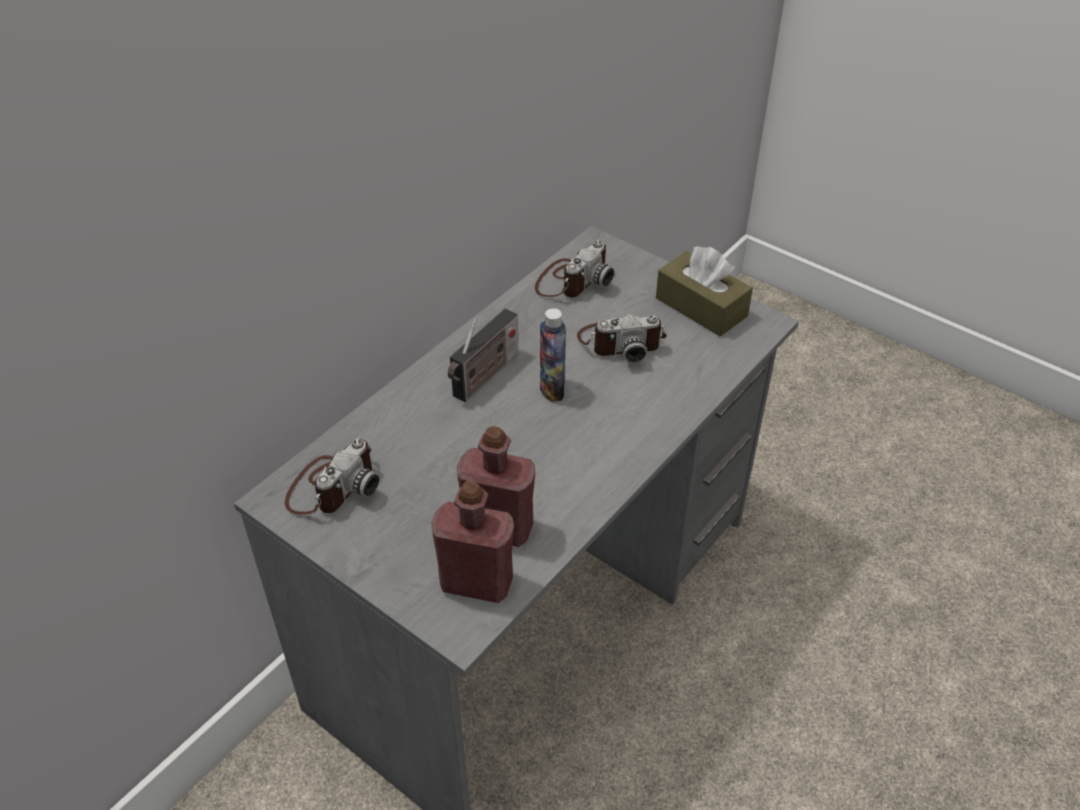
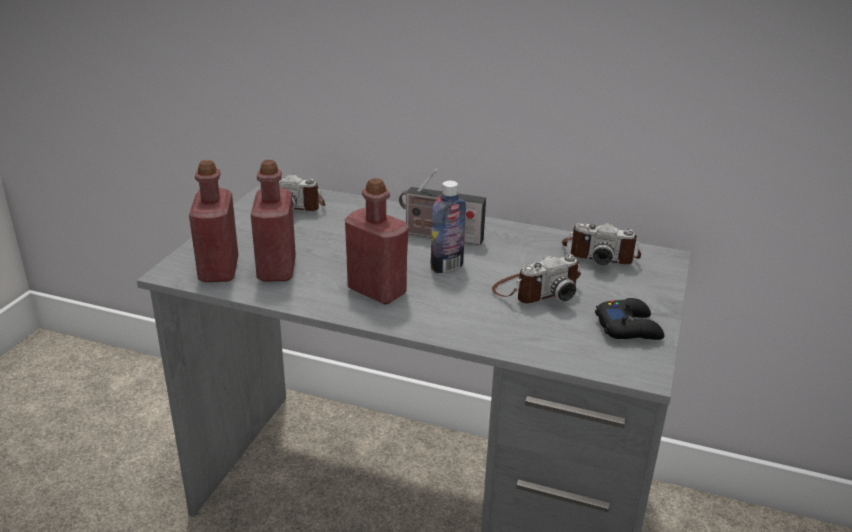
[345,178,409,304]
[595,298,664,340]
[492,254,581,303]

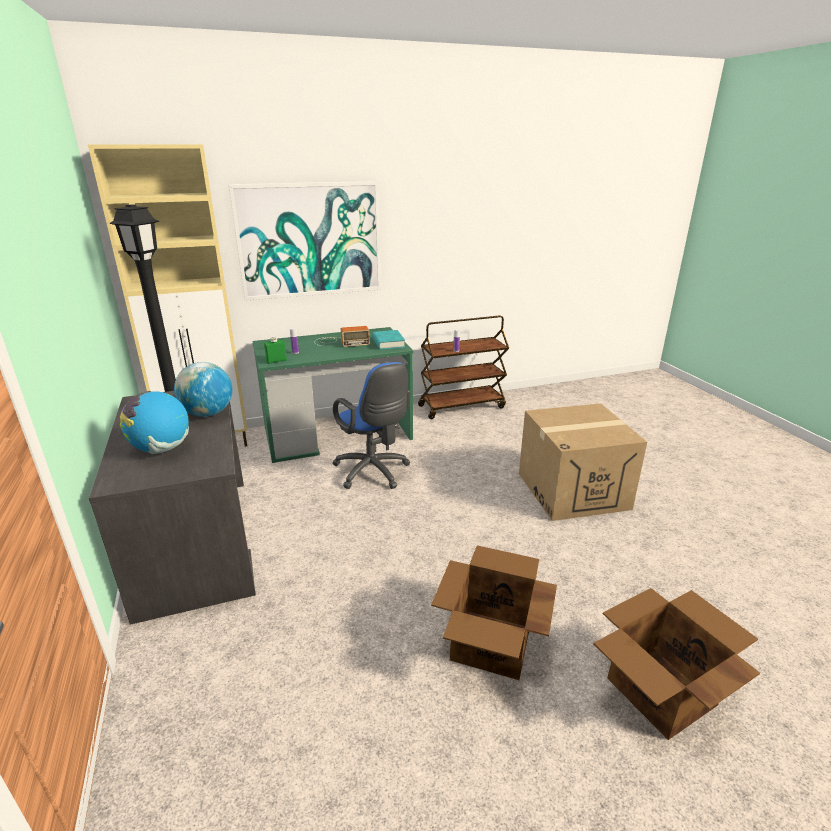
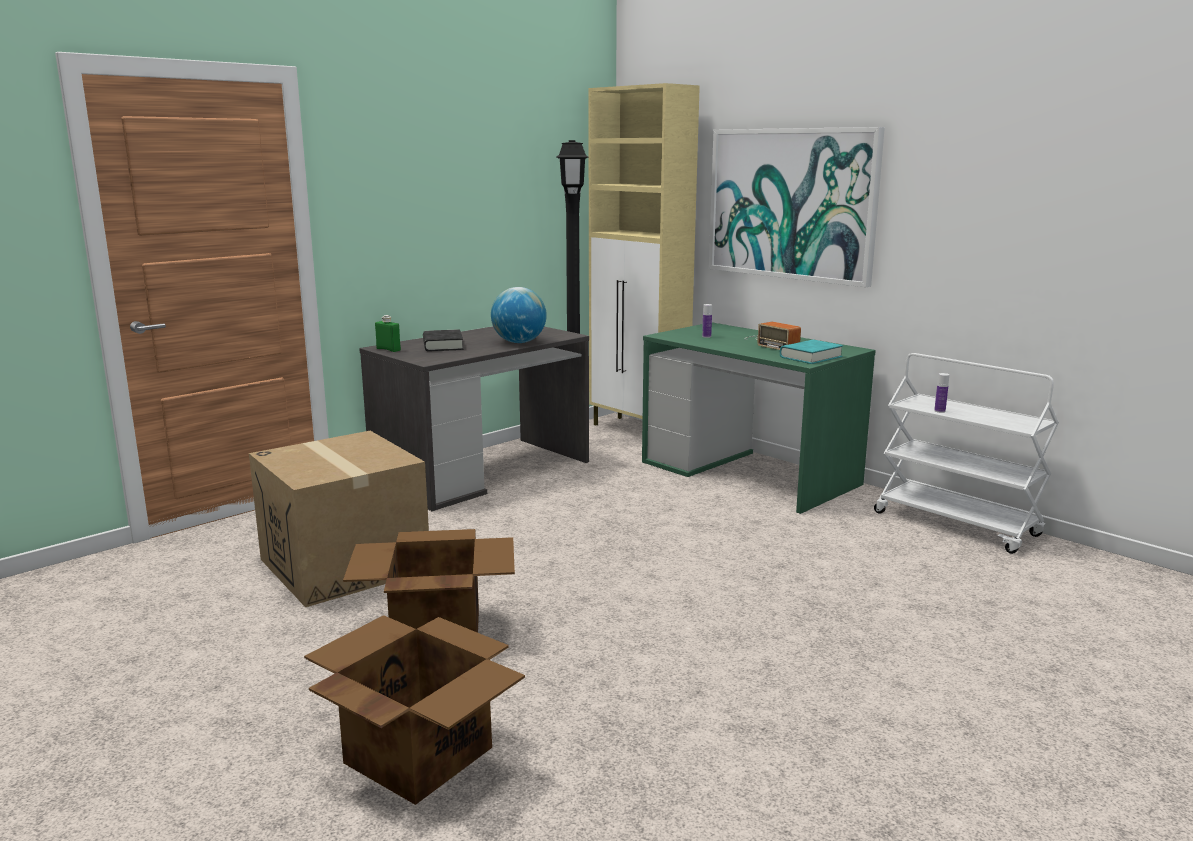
[332,362,411,489] (first image)
[375,315,401,352]
[249,431,429,607]
[423,329,464,351]
[874,353,1059,554]

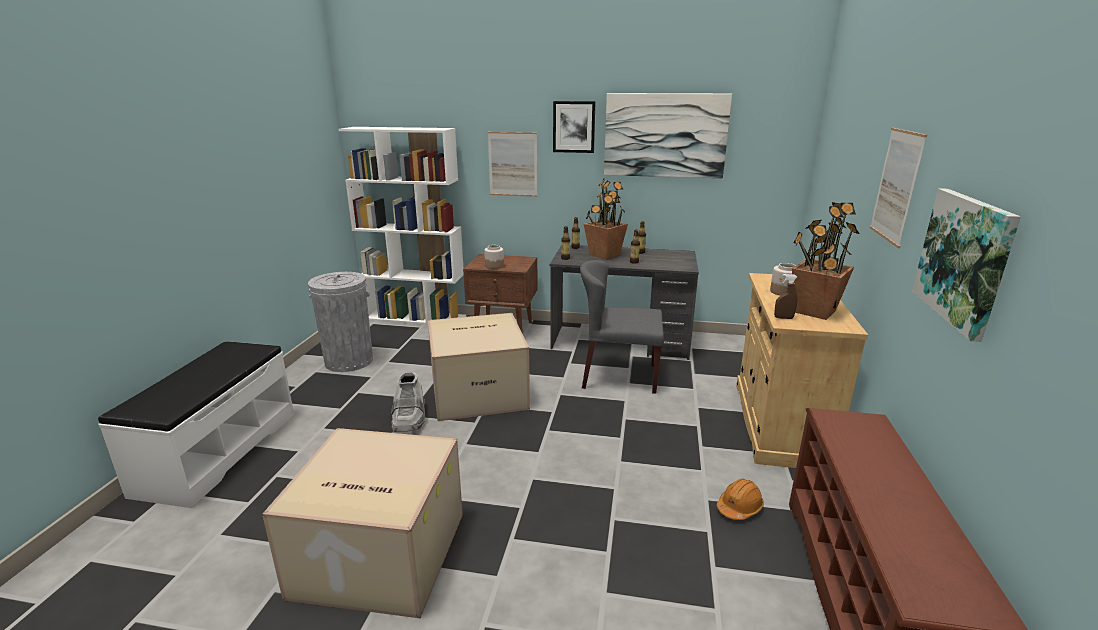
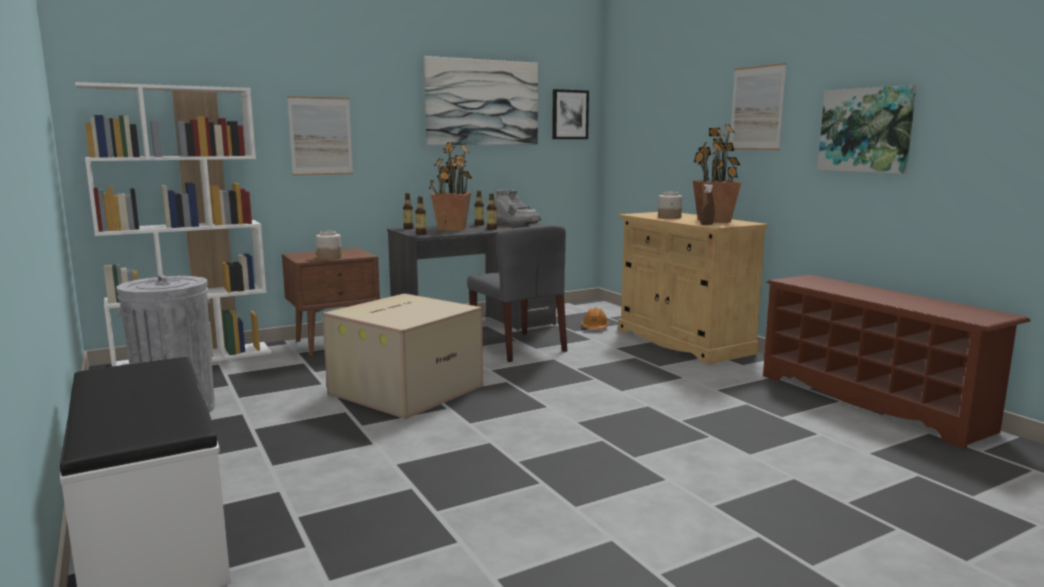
[262,428,463,618] (first image)
[495,190,541,226]
[552,89,589,139]
[582,308,609,329]
[467,225,567,362]

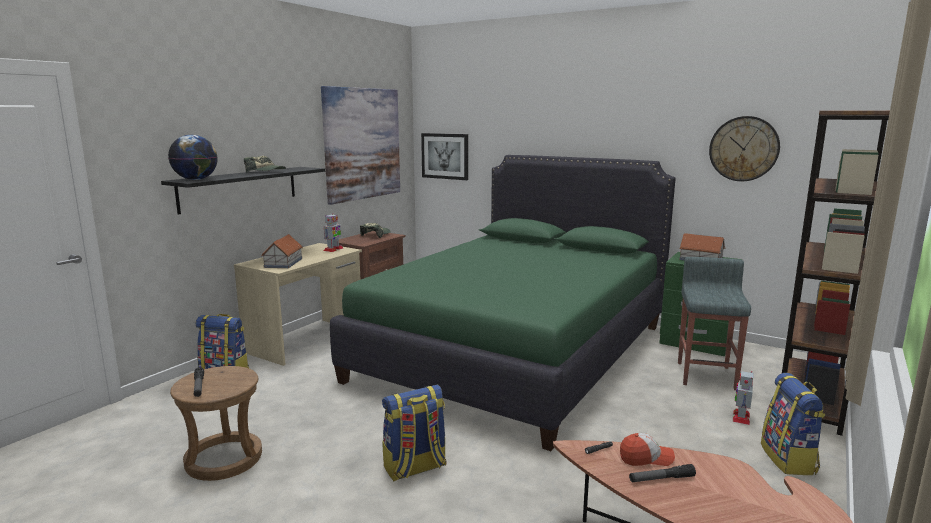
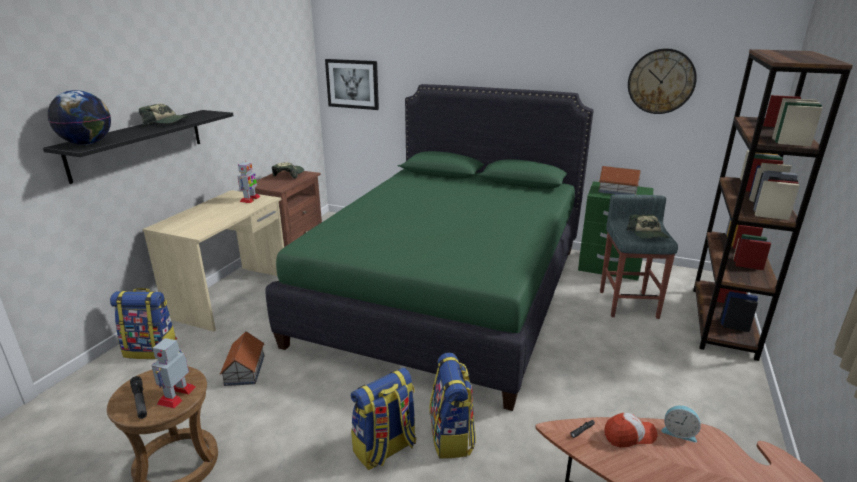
[321,86,400,205] (first image)
[629,464,696,482] (first image)
[626,214,669,239]
[661,405,701,442]
[220,331,265,386]
[152,338,196,408]
[429,353,476,459]

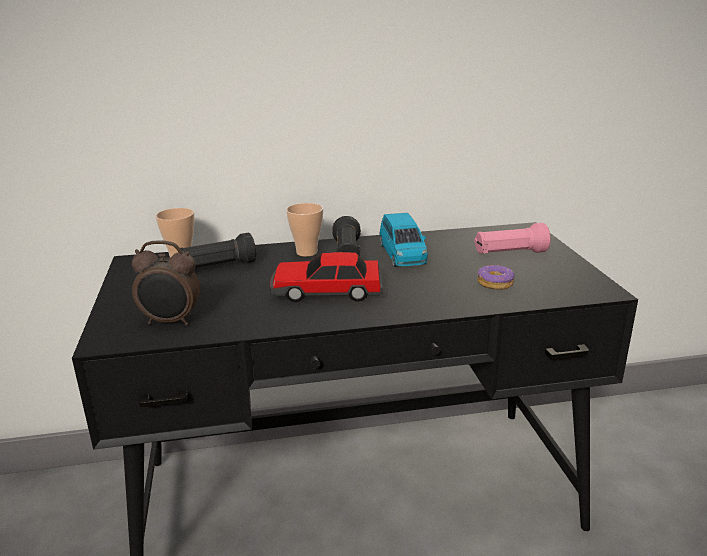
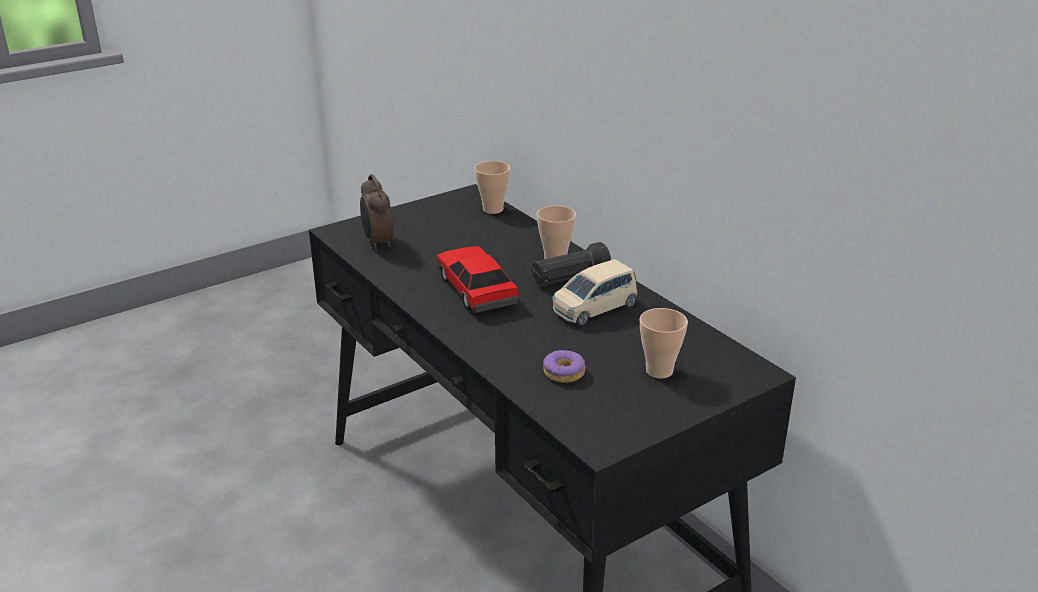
[180,233,256,268] (first image)
[640,308,688,379]
[553,259,637,325]

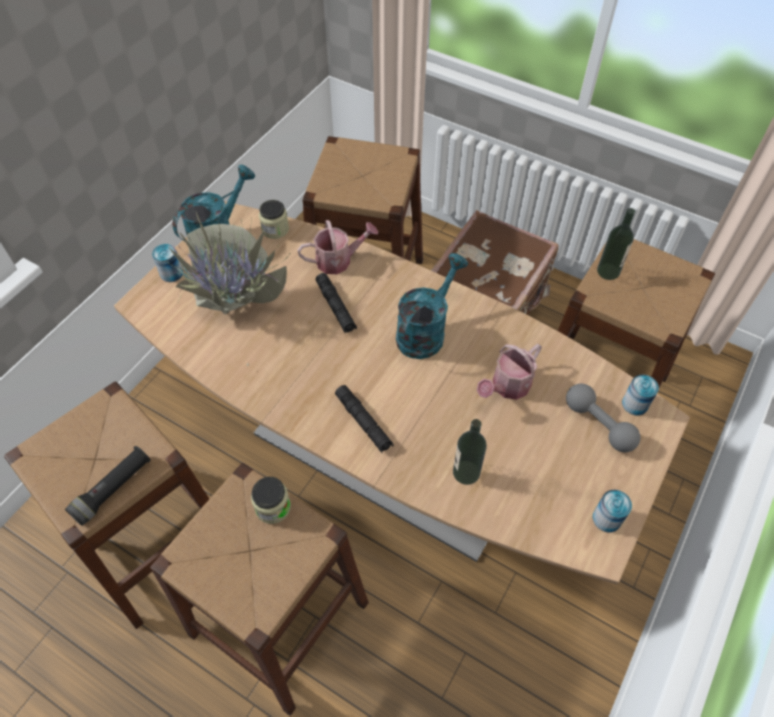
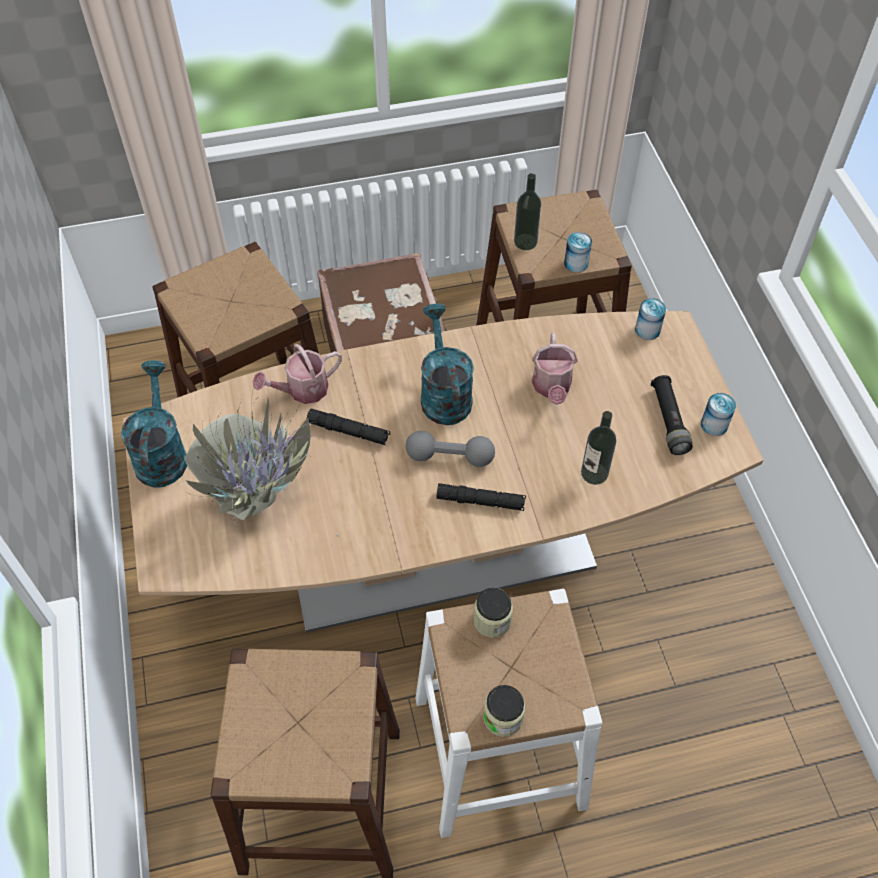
[651,375,693,455]
[564,232,592,273]
[483,685,525,737]
[406,431,495,467]
[415,589,602,838]
[253,344,342,404]

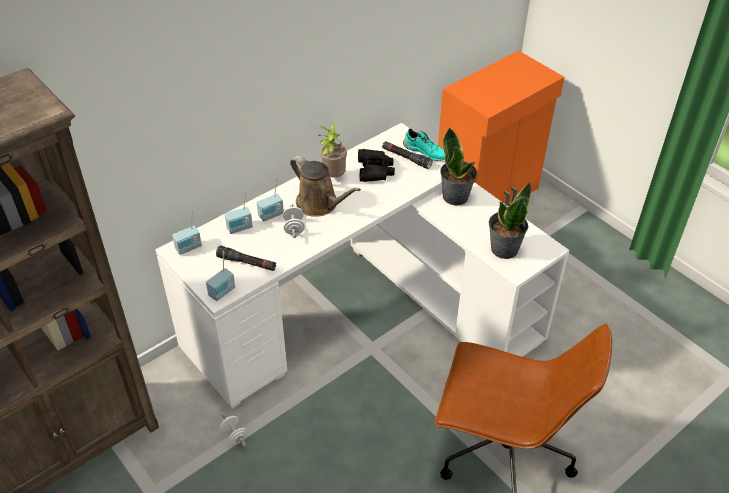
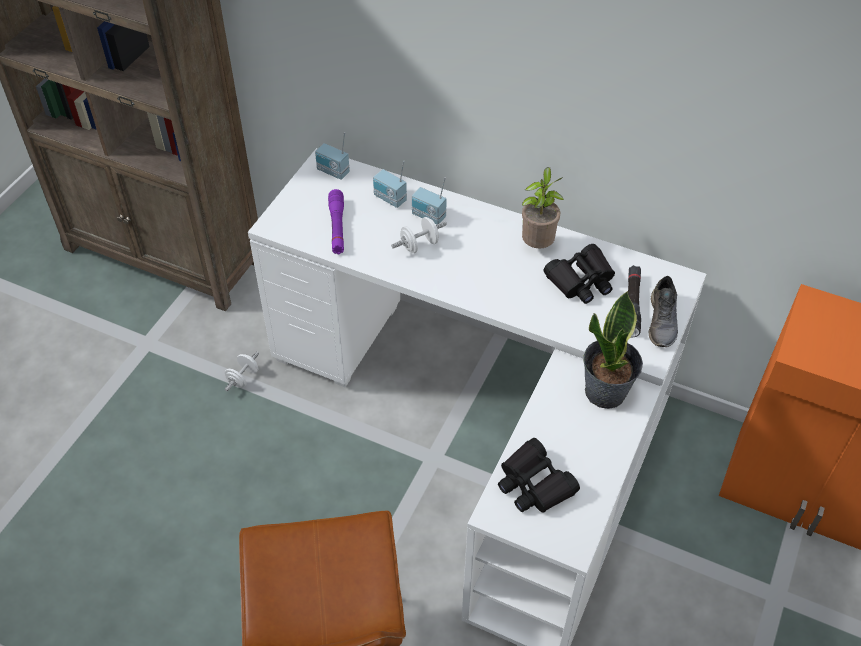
[206,252,235,301] (first image)
[290,156,361,217] (first image)
[498,438,580,513]
[328,189,344,254]
[649,276,678,347]

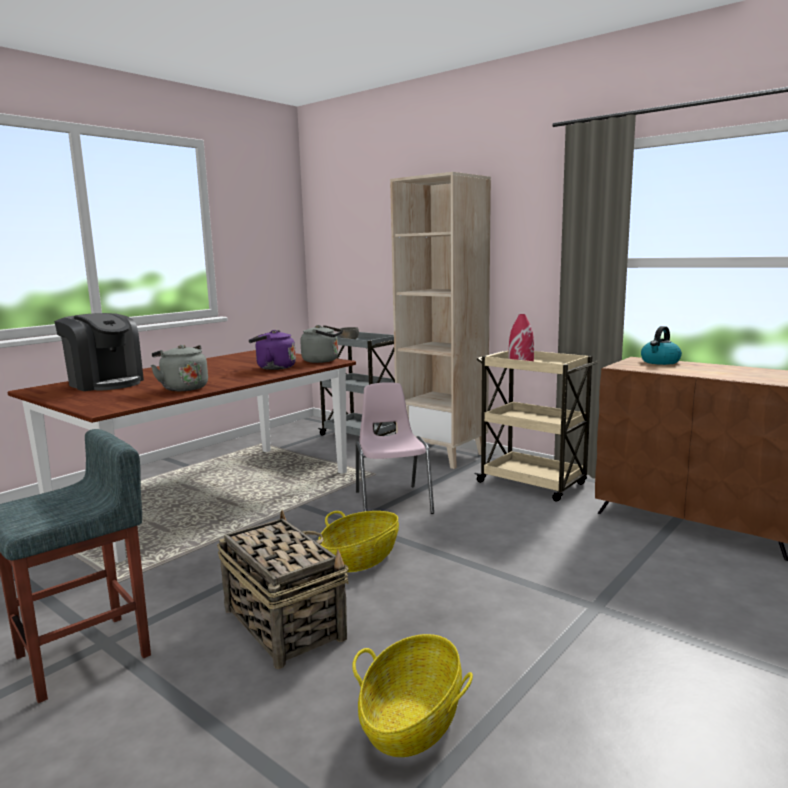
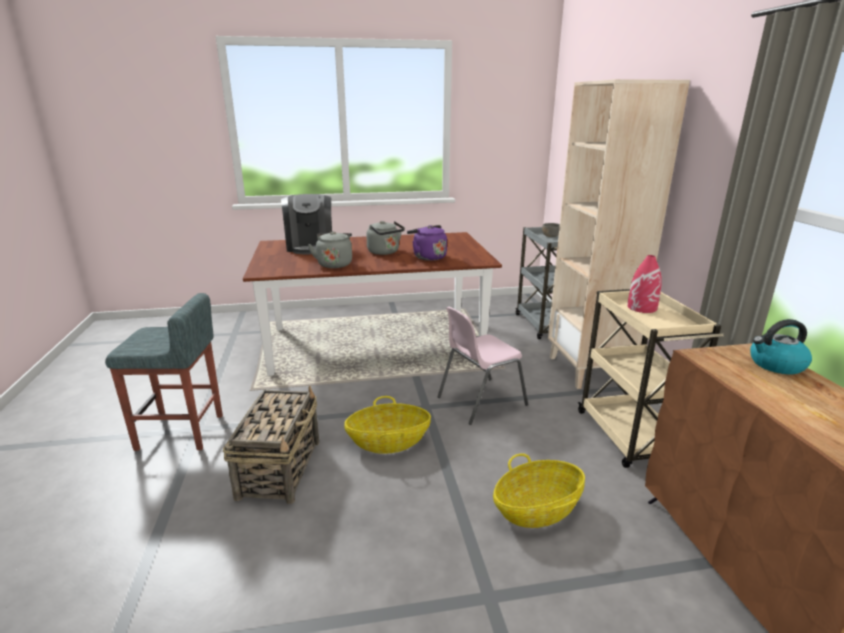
[366,221,405,255]
[493,453,585,528]
[438,307,528,425]

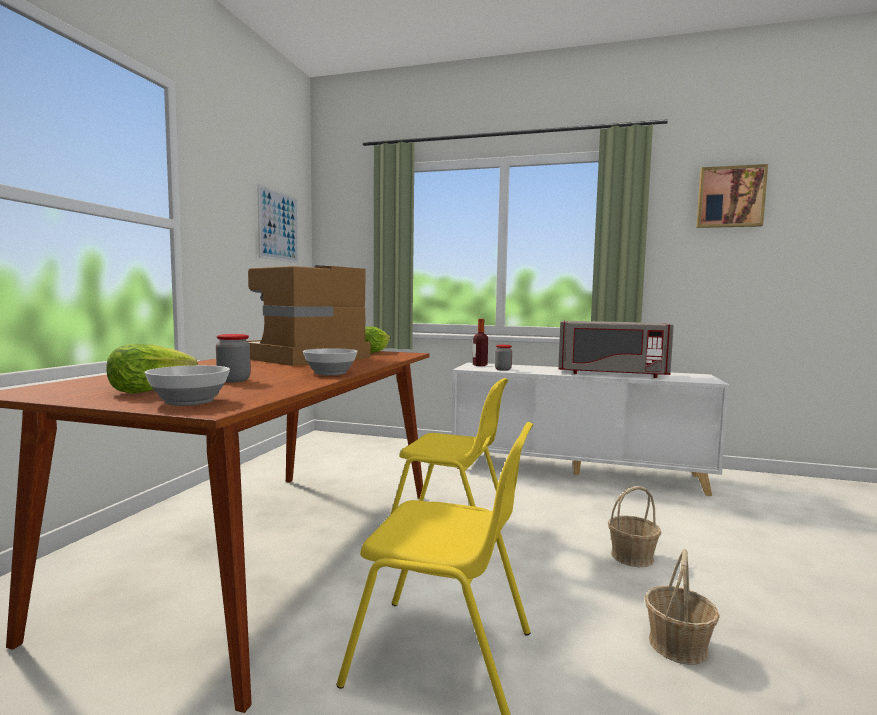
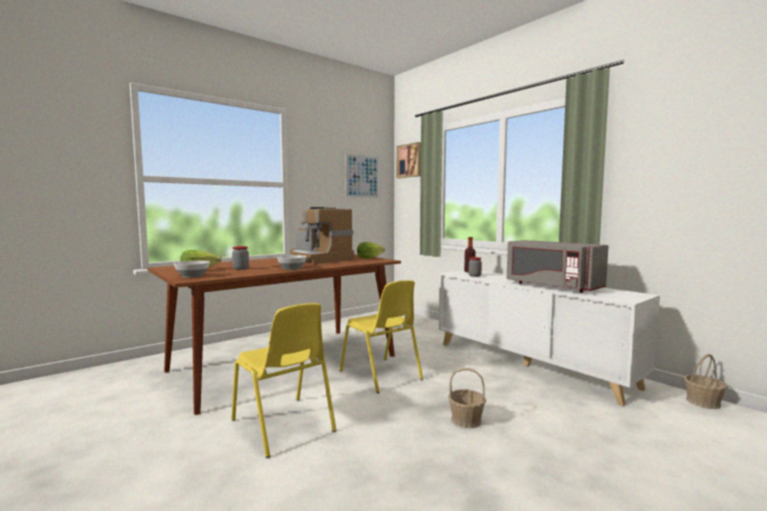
[684,354,727,409]
[397,142,421,178]
[290,207,354,265]

